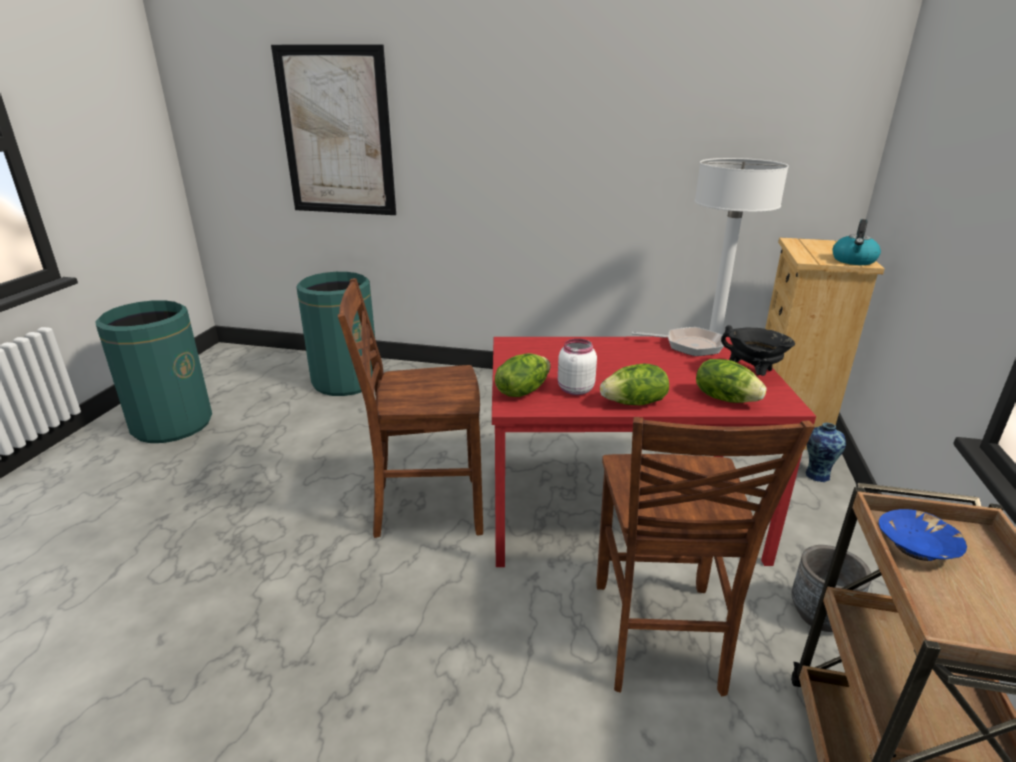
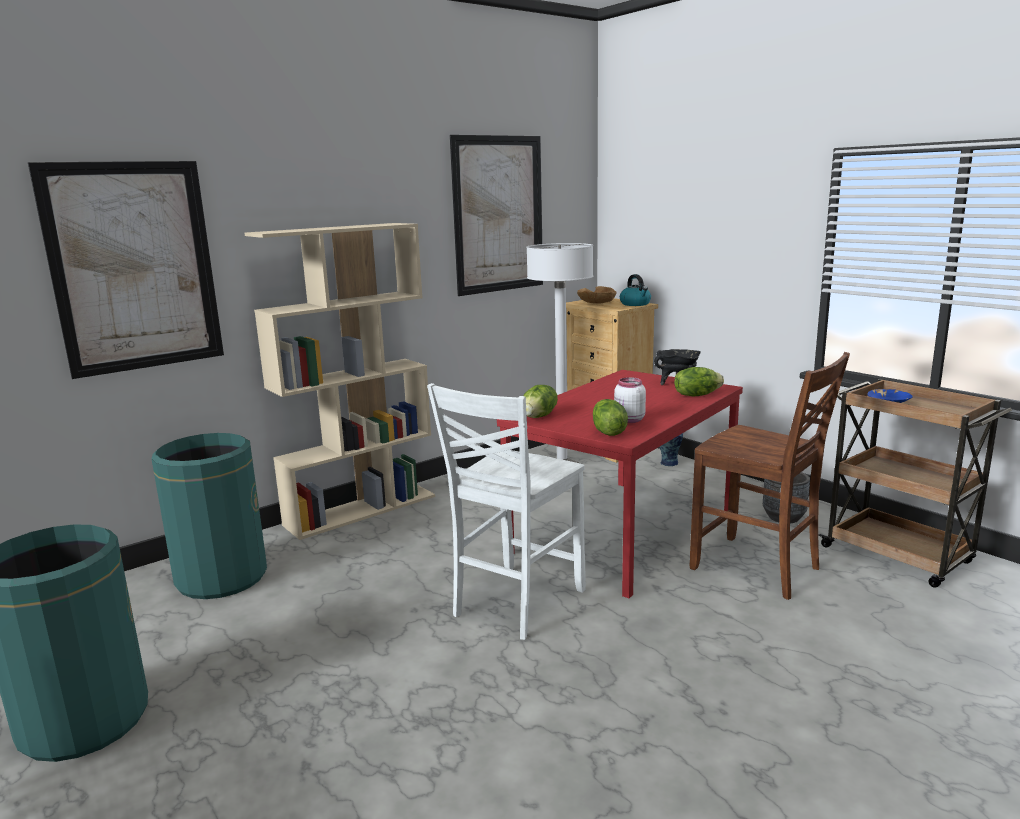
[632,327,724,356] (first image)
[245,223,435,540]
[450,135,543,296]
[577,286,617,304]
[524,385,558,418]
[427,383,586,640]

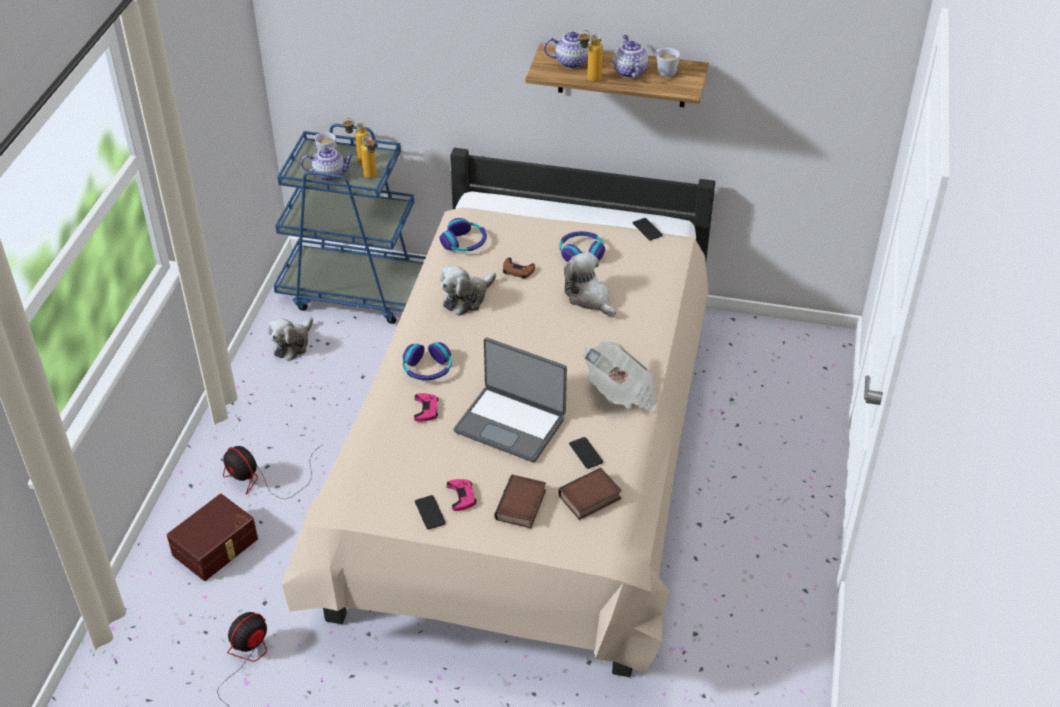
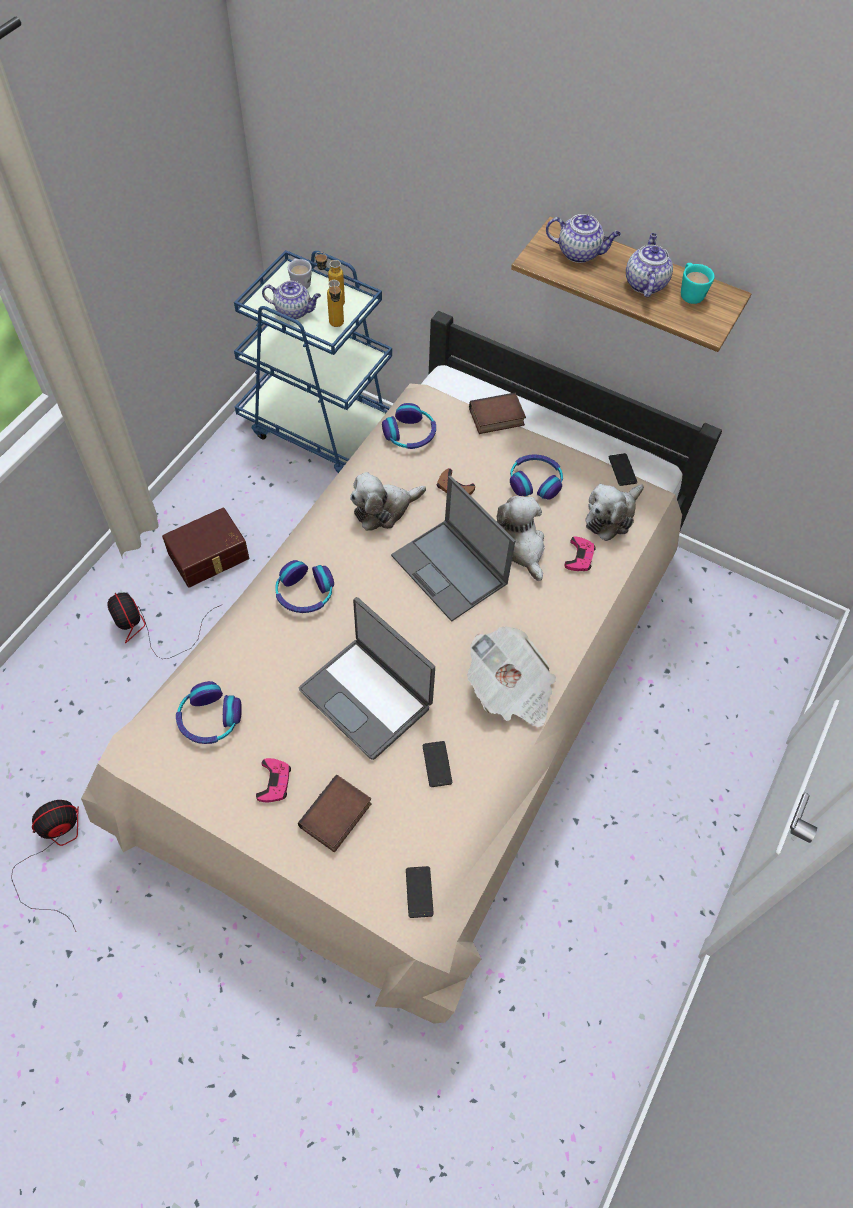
[579,30,603,82] (first image)
[176,681,242,744]
[391,476,515,622]
[162,508,249,588]
[585,484,644,541]
[565,536,596,571]
[406,866,434,918]
[469,393,526,434]
[681,263,715,304]

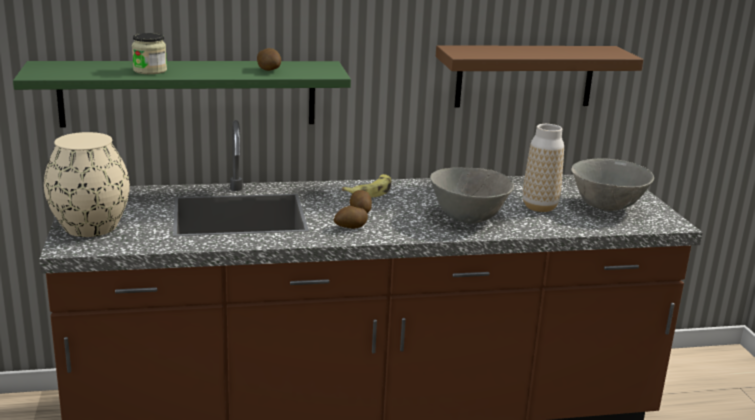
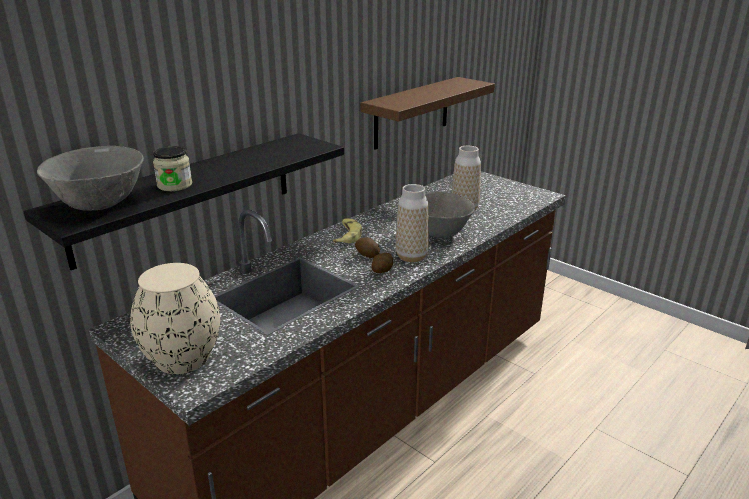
[257,48,281,71] (first image)
[395,184,429,262]
[37,146,144,211]
[23,133,344,270]

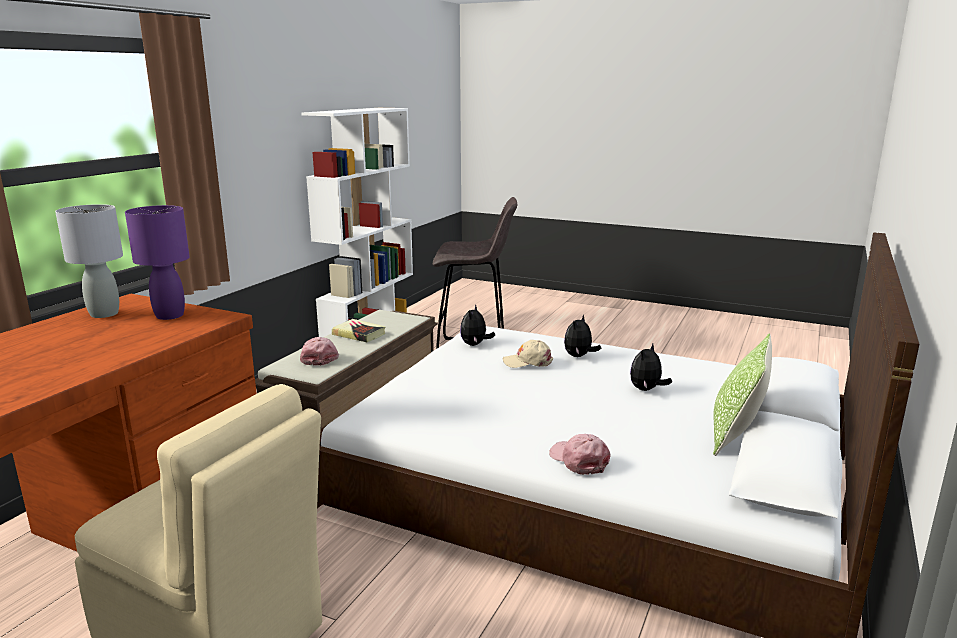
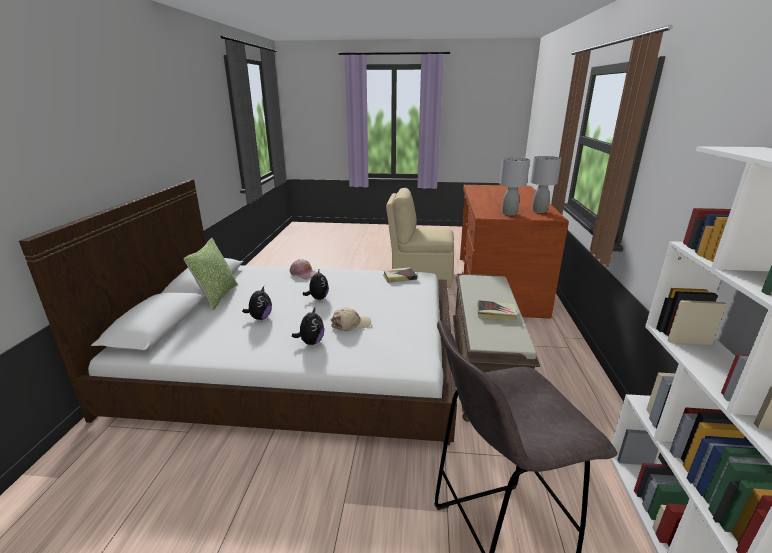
[300,337,339,366] (first image)
[383,267,417,283]
[303,270,329,300]
[500,157,530,216]

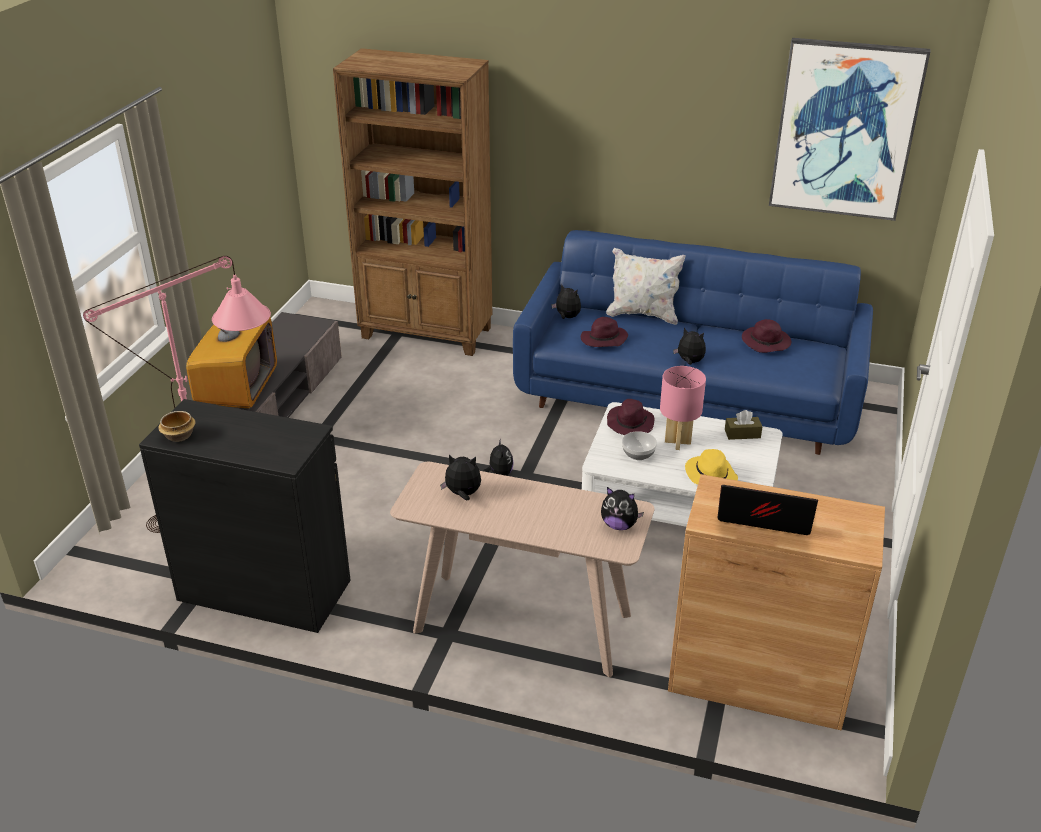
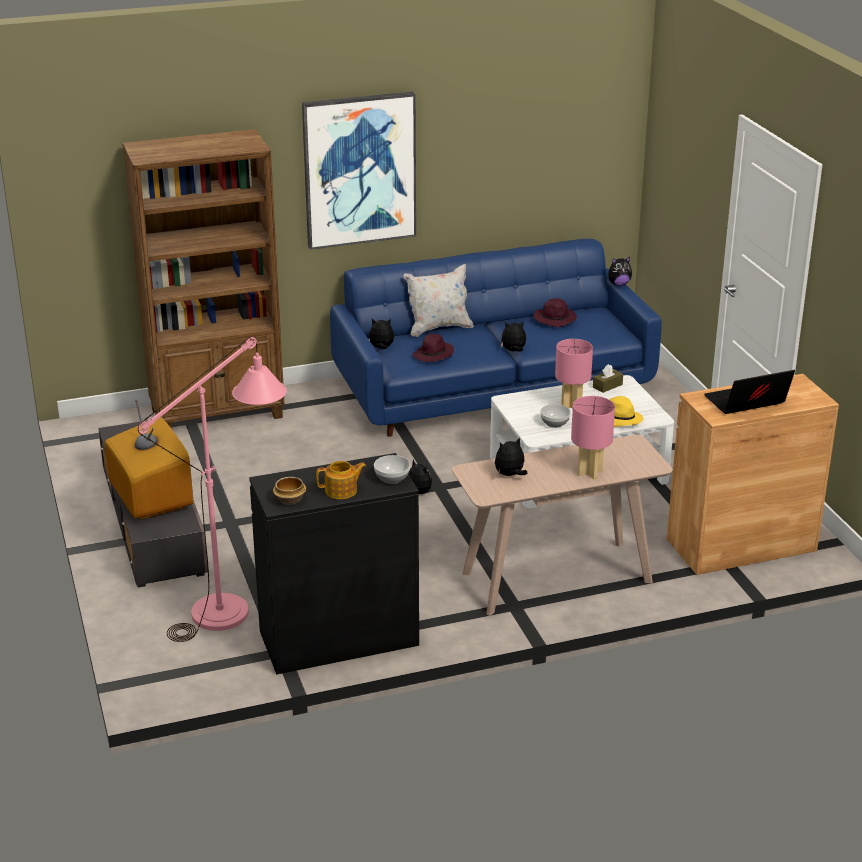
[607,399,654,435] (first image)
[316,461,366,499]
[374,455,410,484]
[571,396,615,480]
[608,257,632,286]
[302,91,416,250]

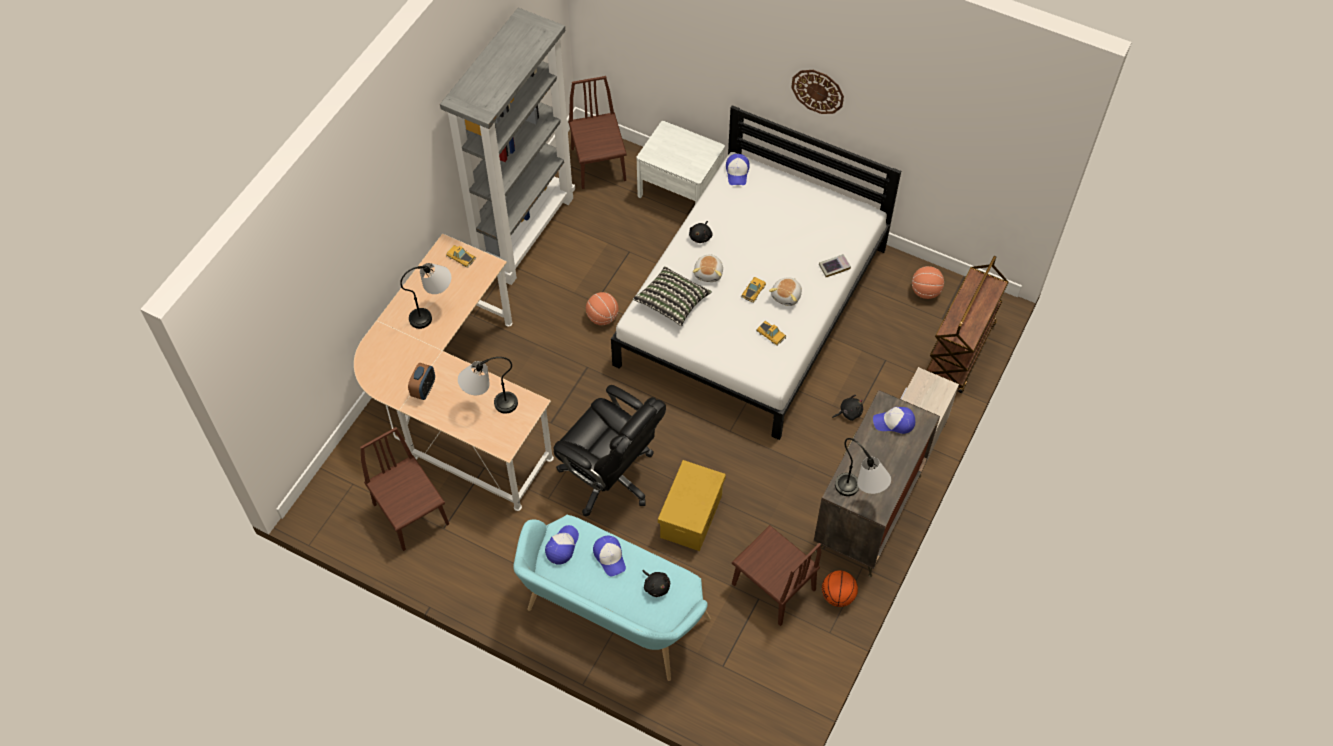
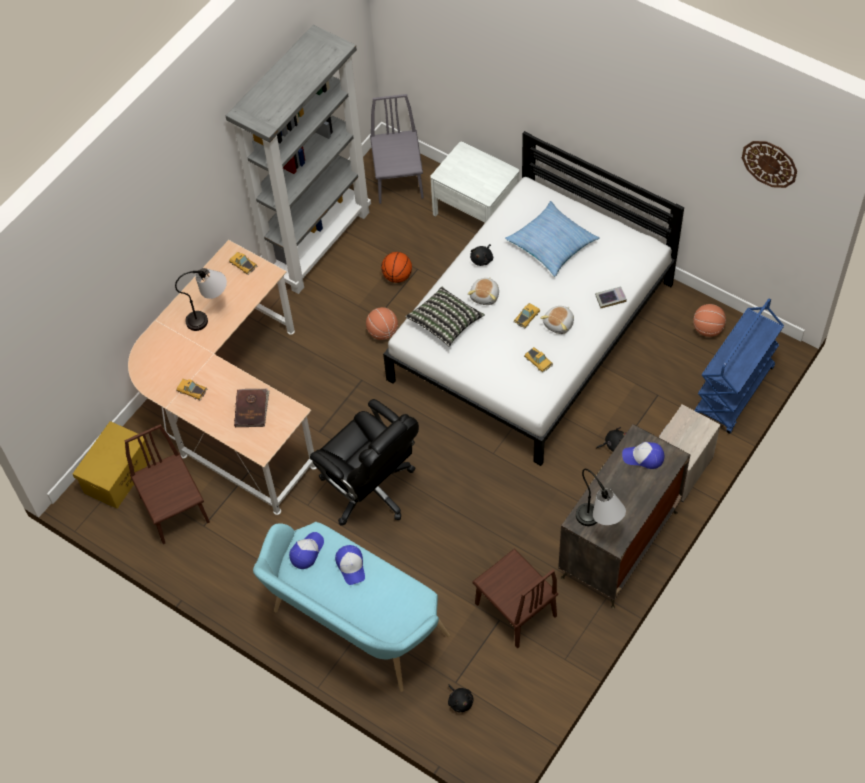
[726,154,750,185] (first image)
[505,201,600,277]
[448,684,474,712]
[73,421,151,509]
[742,141,797,188]
[381,252,412,283]
[176,379,207,400]
[234,389,269,427]
[370,94,424,204]
[694,299,784,434]

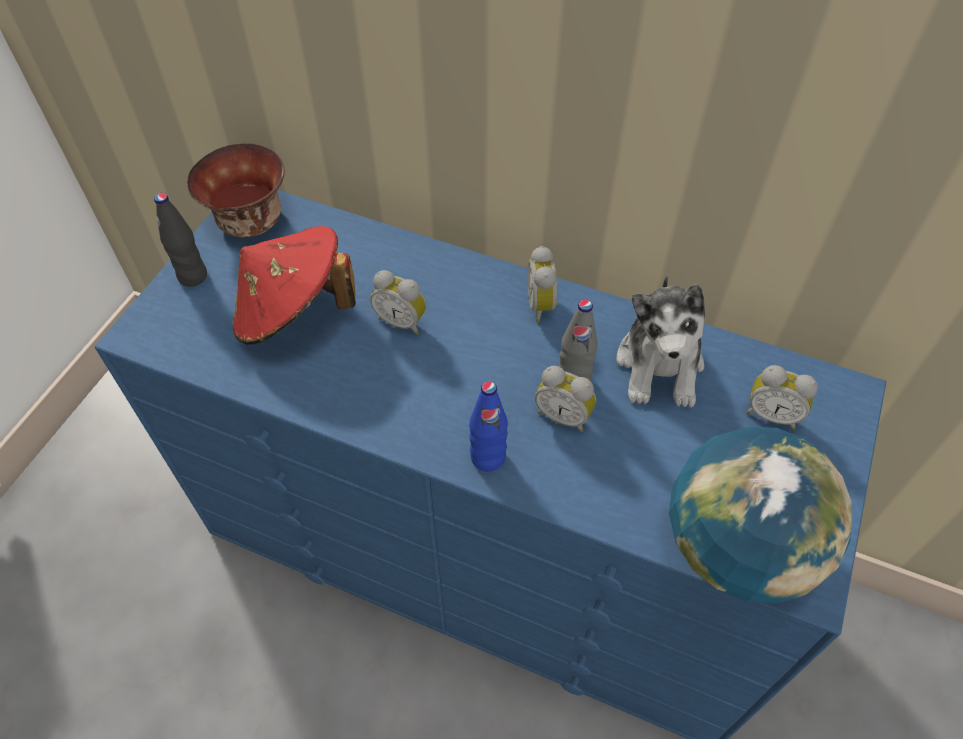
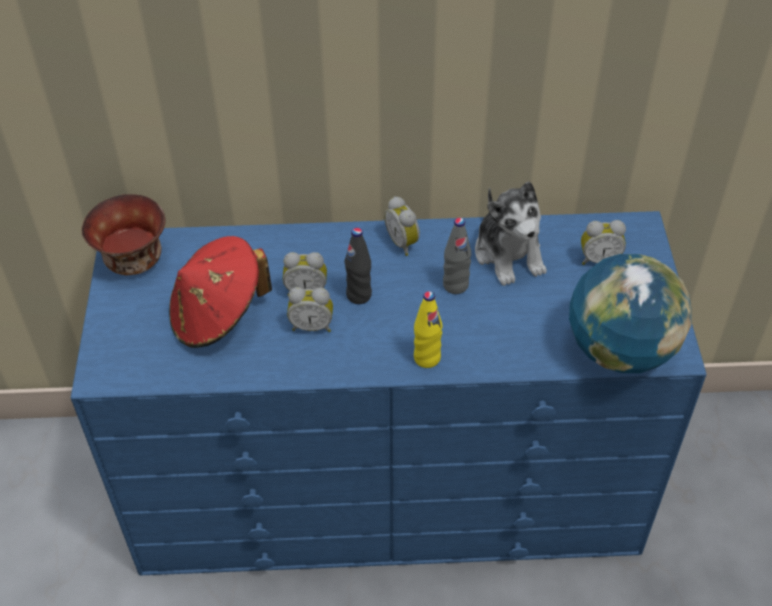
[344,228,372,304]
[287,287,333,332]
[414,291,443,368]

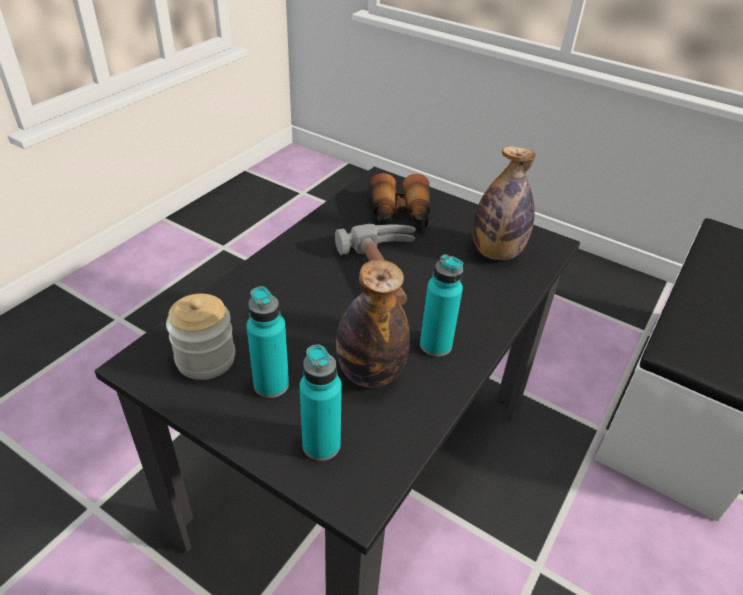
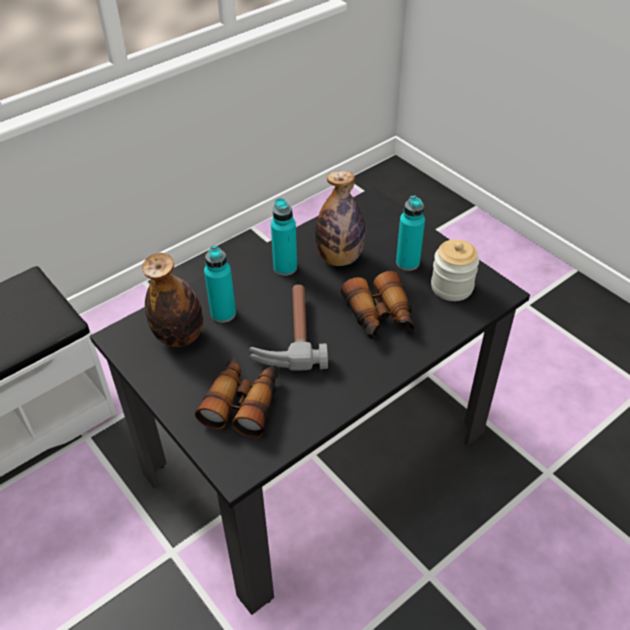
[341,271,415,340]
[204,246,236,323]

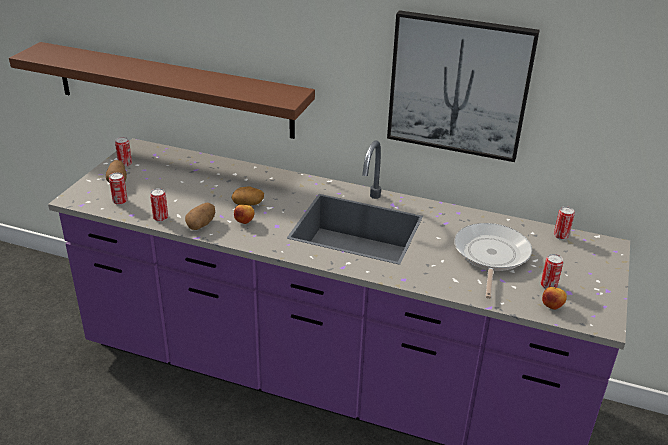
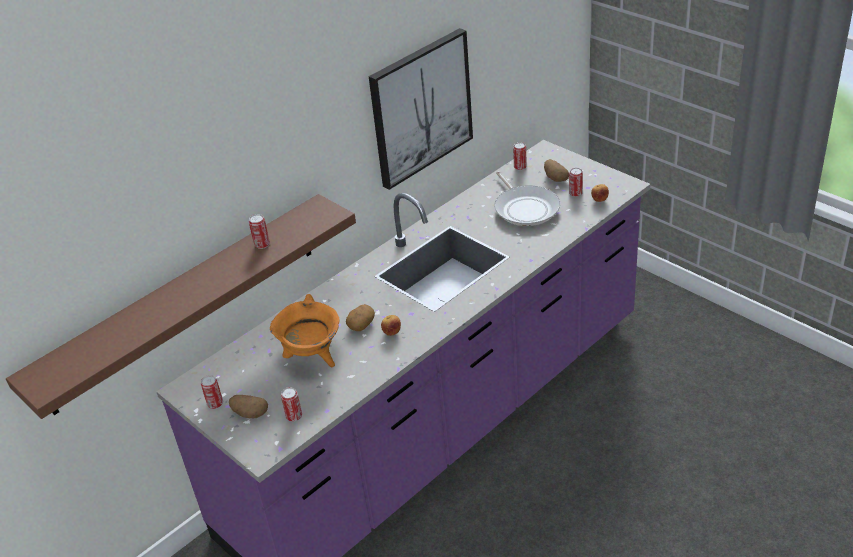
[270,294,340,367]
[249,214,270,249]
[544,159,569,182]
[494,171,560,226]

